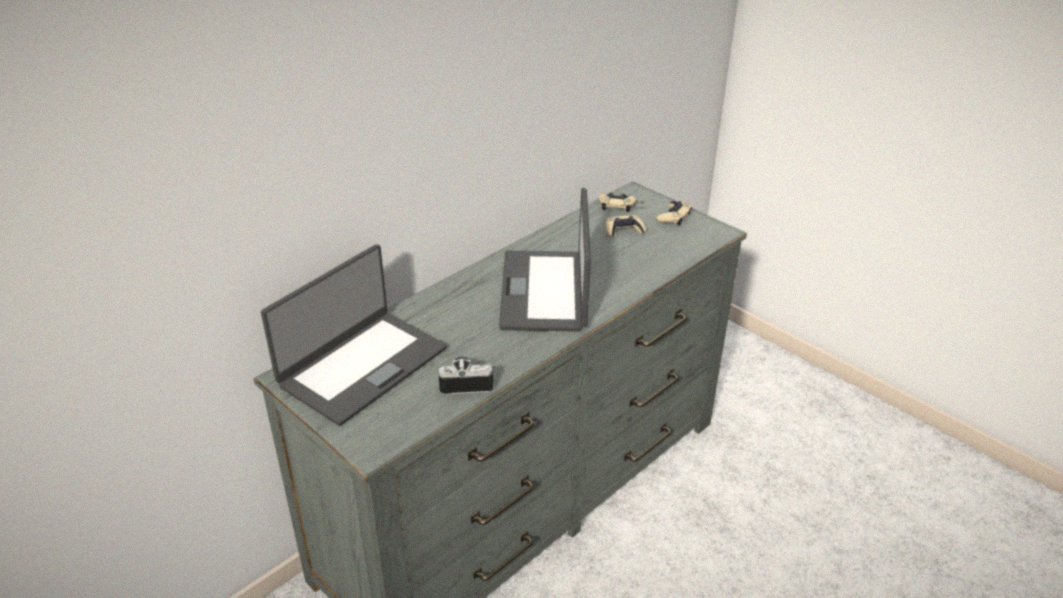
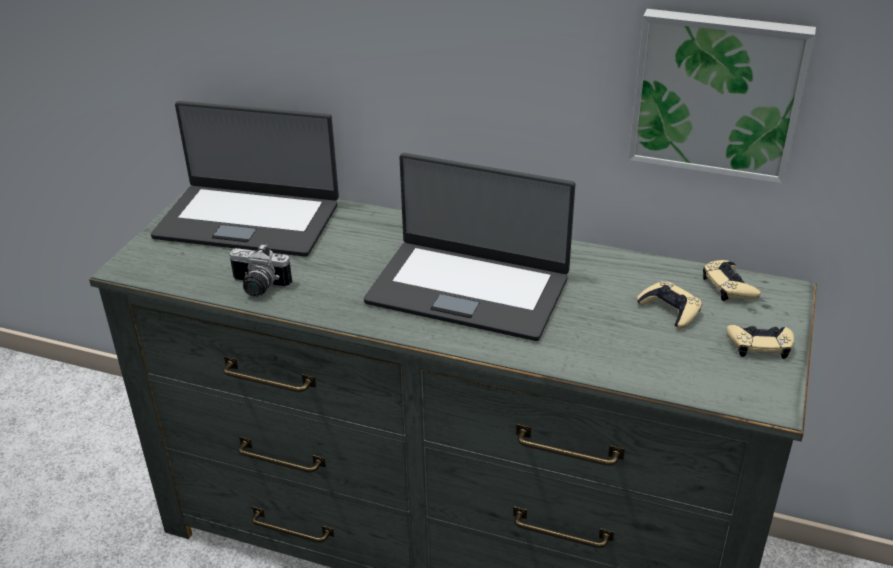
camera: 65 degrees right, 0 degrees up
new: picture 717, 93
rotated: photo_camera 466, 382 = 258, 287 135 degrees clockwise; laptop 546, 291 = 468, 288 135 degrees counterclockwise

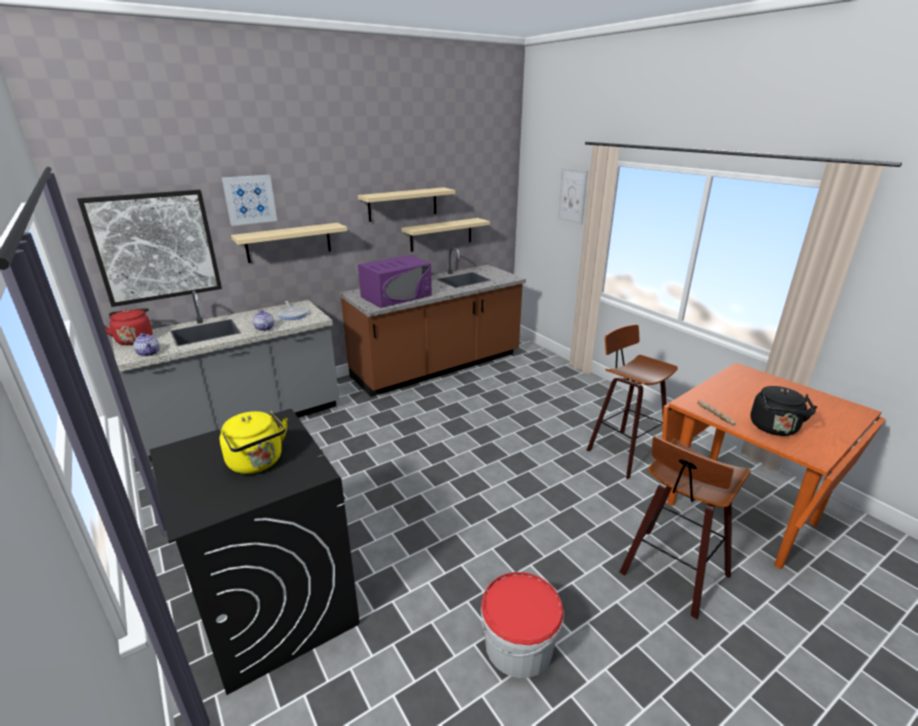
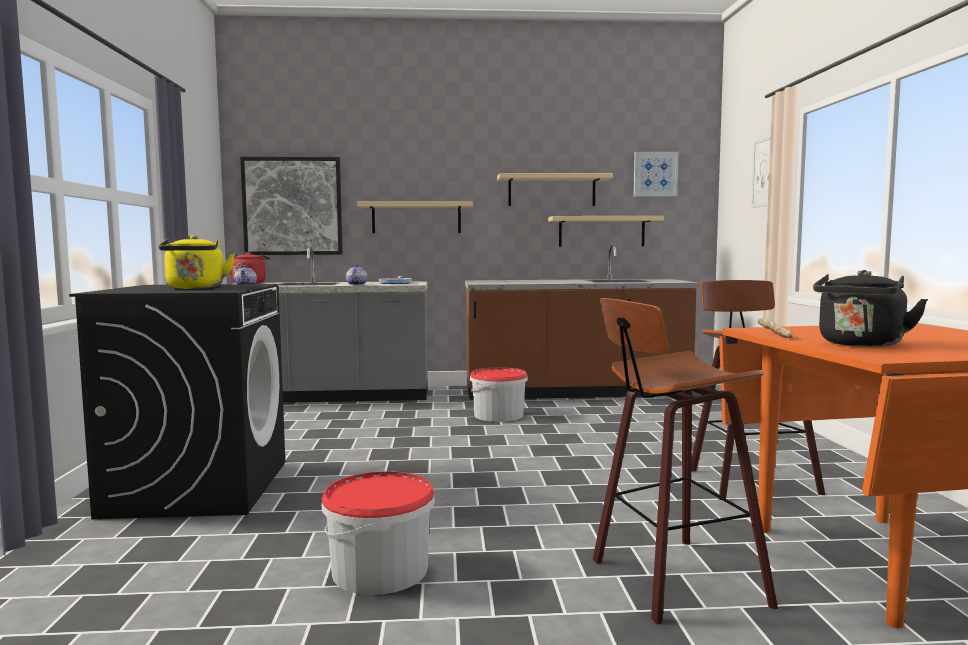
camera: 30 degrees right, 20 degrees down
gone: purple_microwave 396, 296
new: bucket 499, 415
shifted: picture 250, 199 to 655, 174

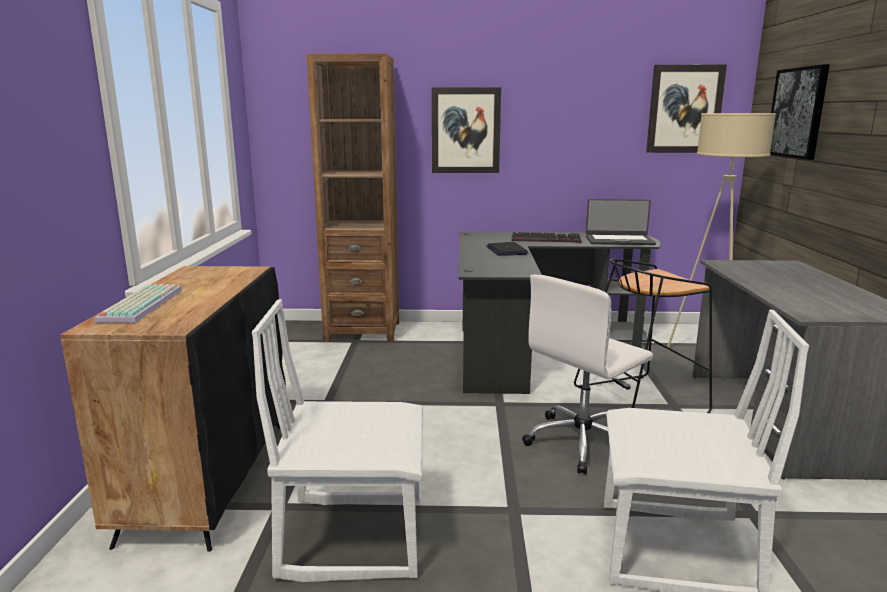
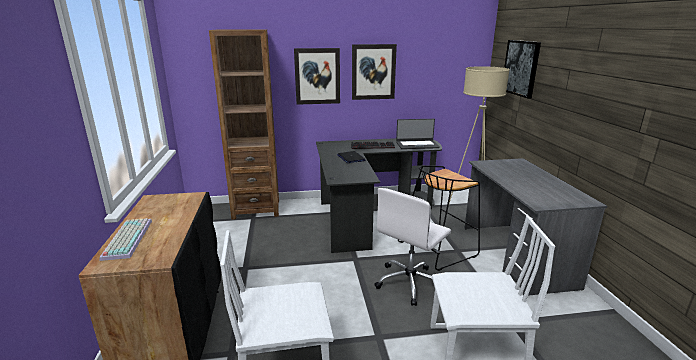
camera: 10 degrees left, 5 degrees up
shifted: picture 684, 109 to 373, 72

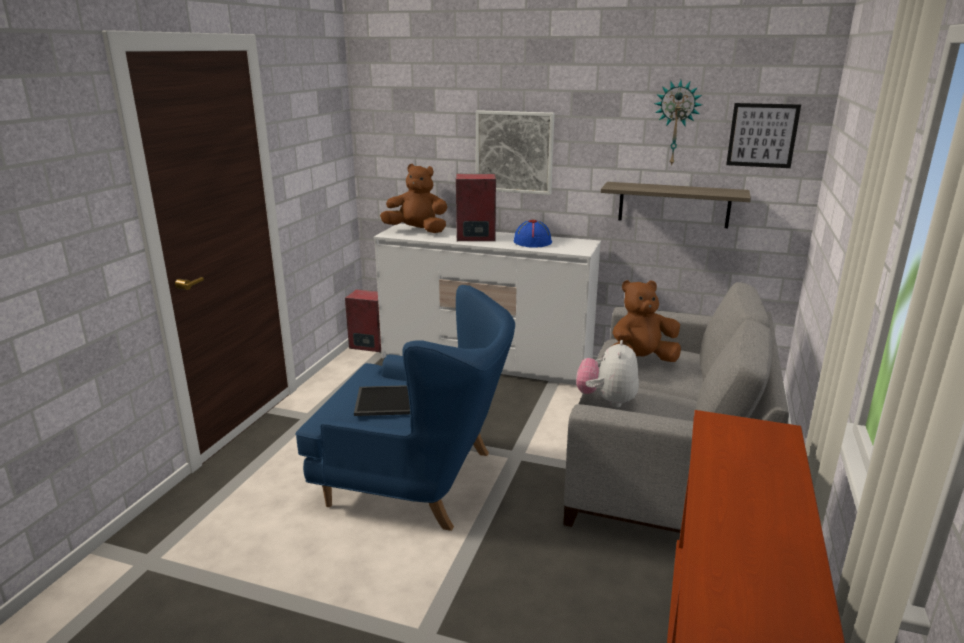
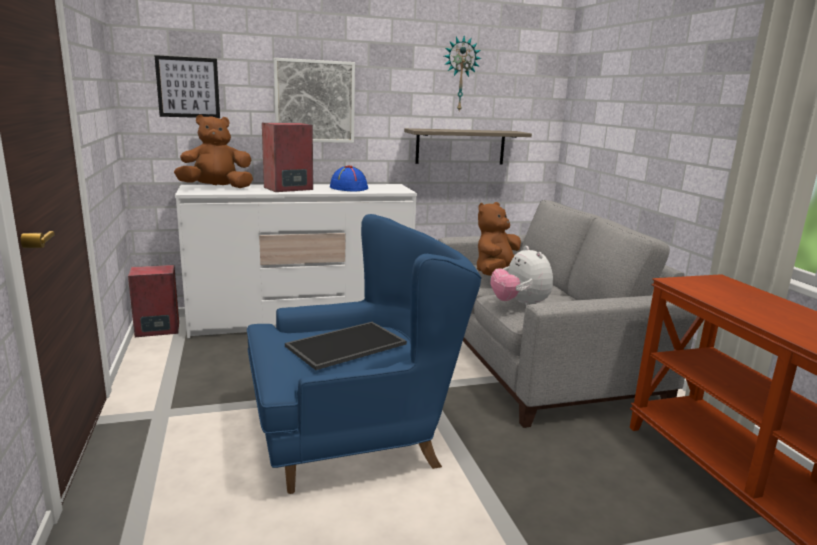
camera: 35 degrees left, 5 degrees down
shifted: picture 762, 135 to 188, 87

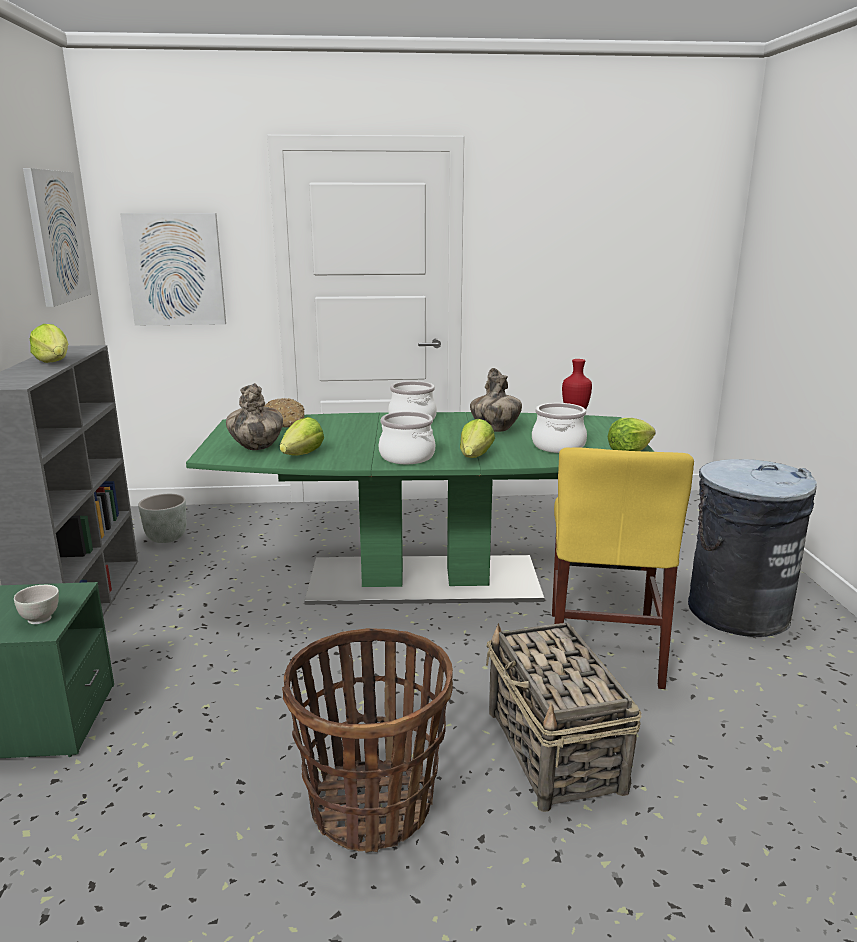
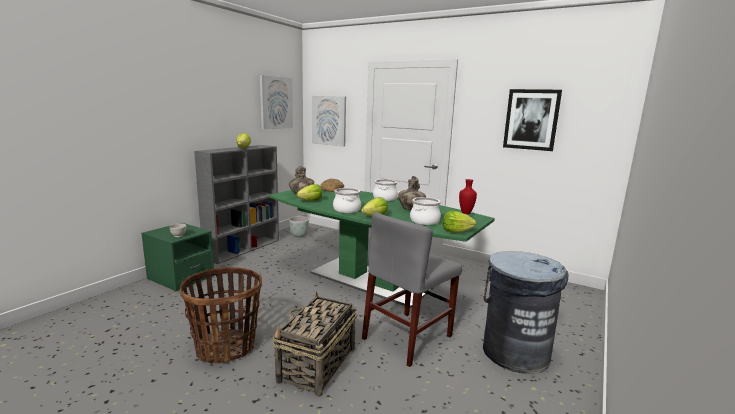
camera: 35 degrees right, 5 degrees down
new: picture 531, 119
repainted: yellow_chair 603, 648 to grey_chair 407, 337

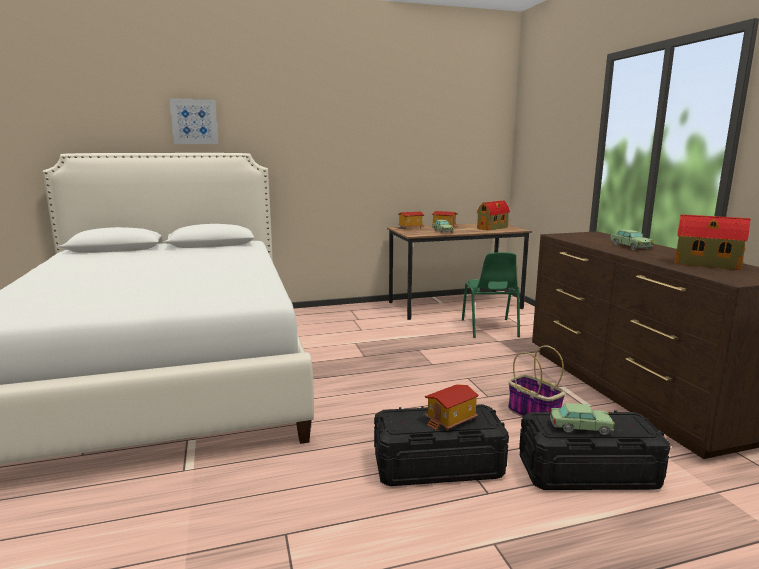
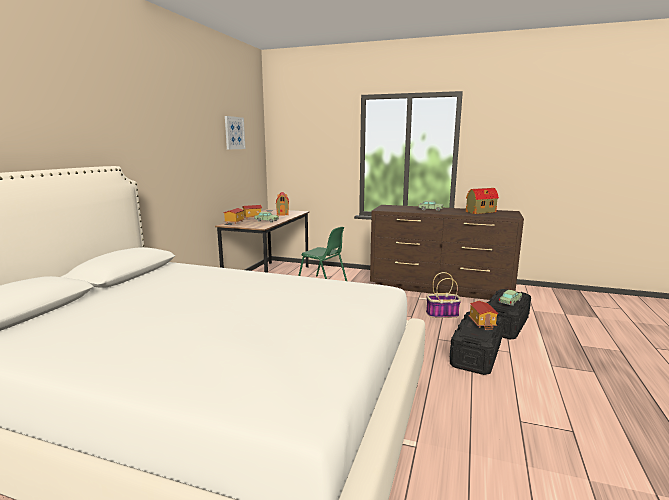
camera: 55 degrees left, 0 degrees up
shifted: picture 194, 121 to 234, 133

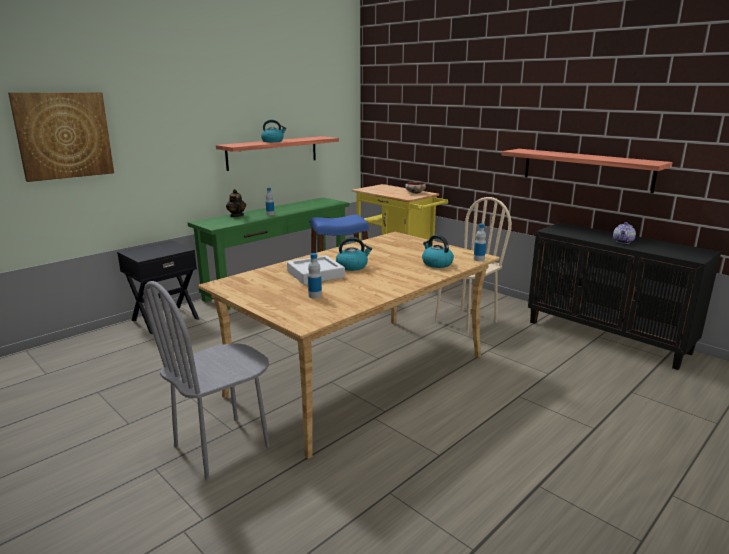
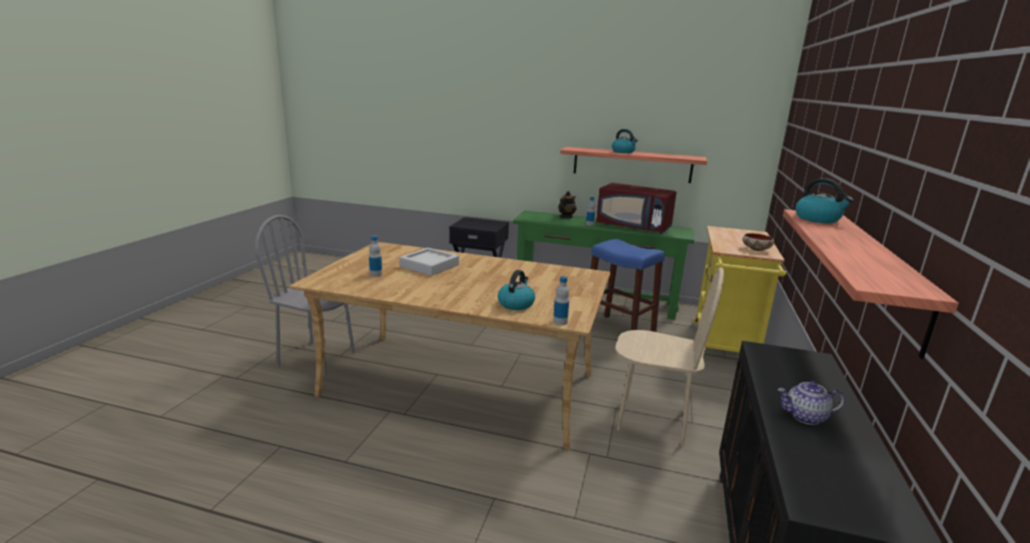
camera: 60 degrees right, 0 degrees up
gone: picture 64, 135
new: red_microwave 634, 227
shifted: kettle 352, 266 to 818, 219

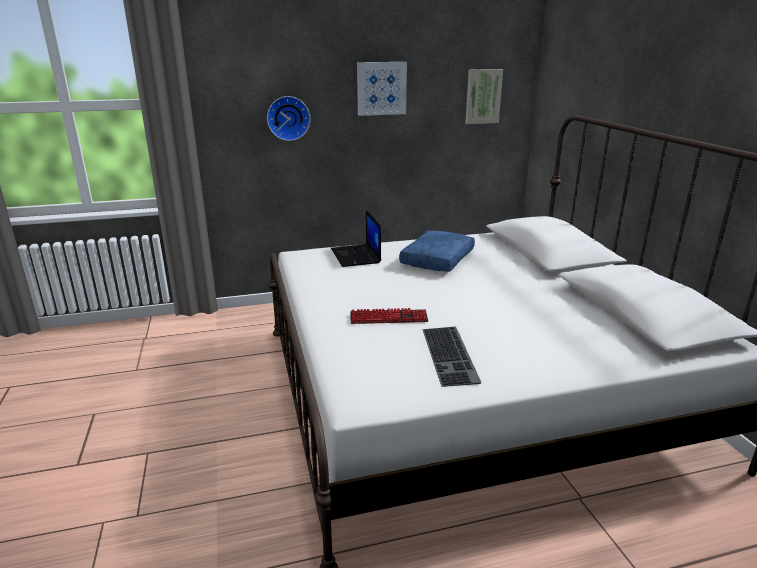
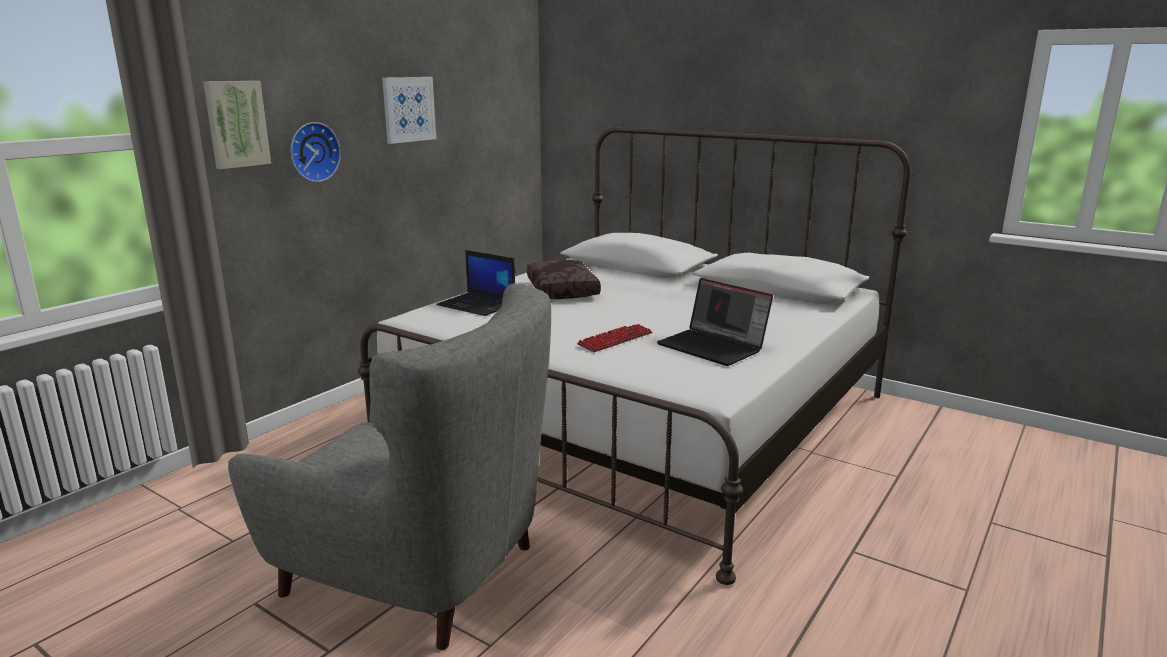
camera: 40 degrees left, 5 degrees down
new: grey_armchair 418, 572
shifted: picture 482, 96 to 236, 124
swapped: keyboard 451, 355 to laptop 714, 347
repainted: blue_pillow 438, 260 to brown_pillow 563, 290

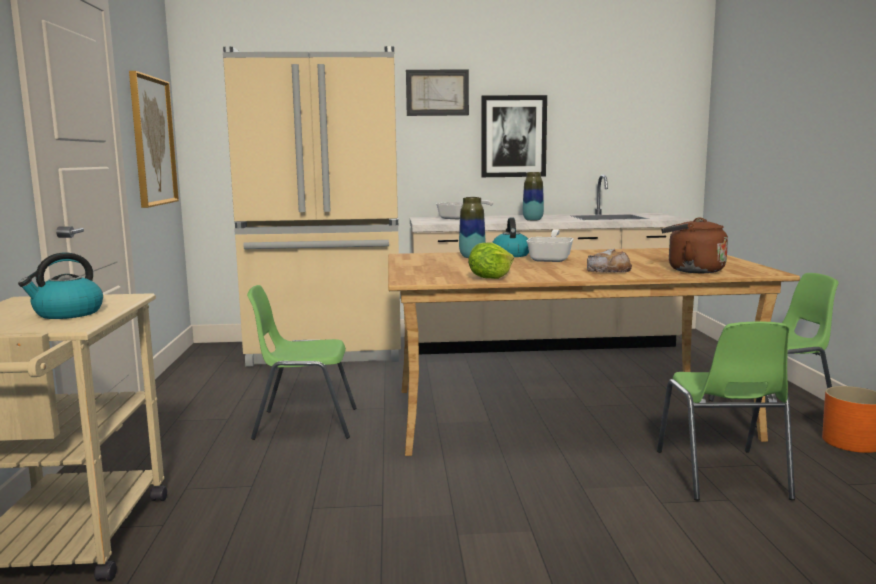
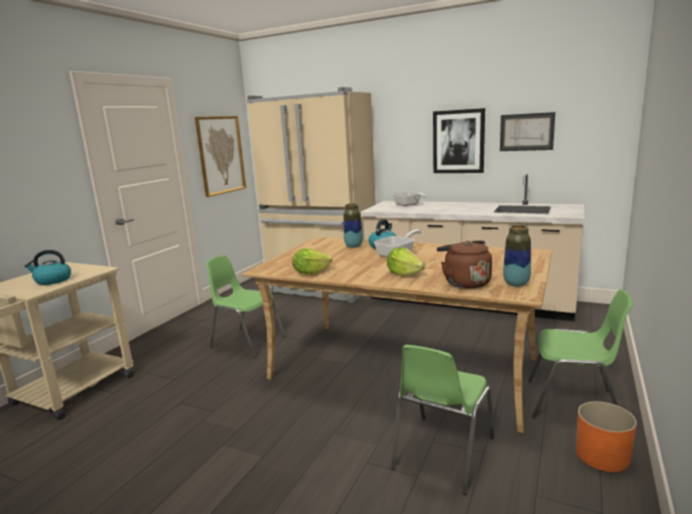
camera: 30 degrees right, 5 degrees up
shifted: picture 437, 92 to 526, 132; vase 533, 220 to 516, 284
swapped: bread 608, 270 to lettuce 404, 274

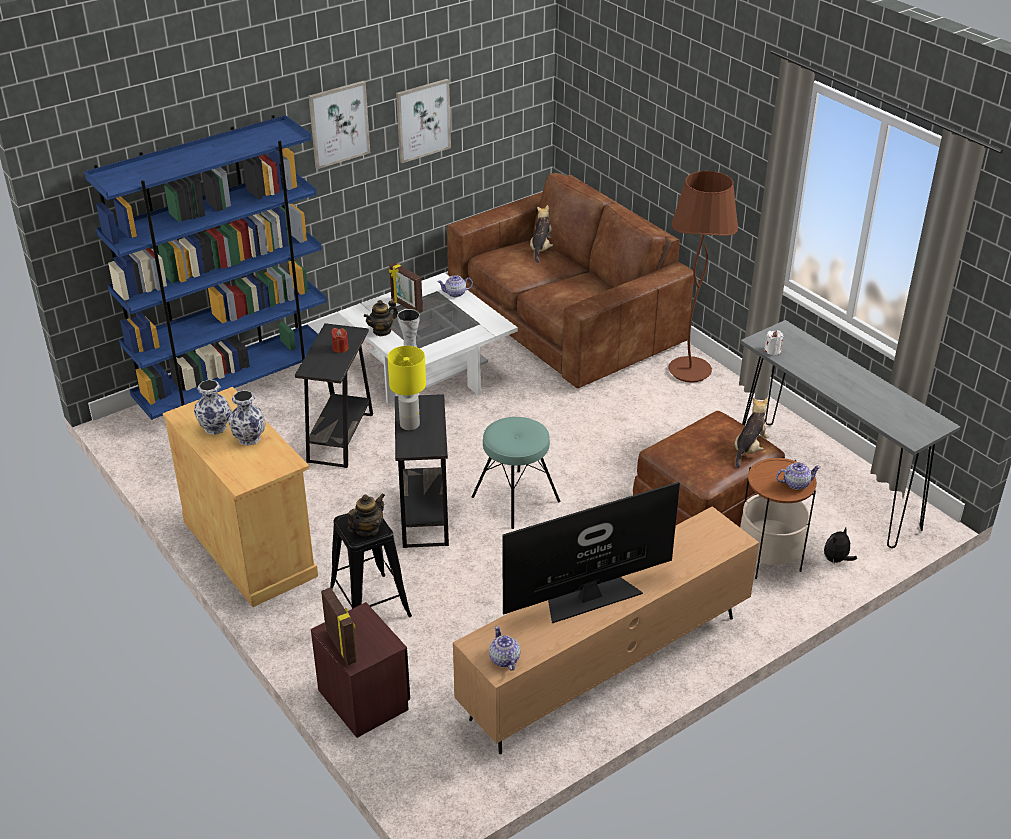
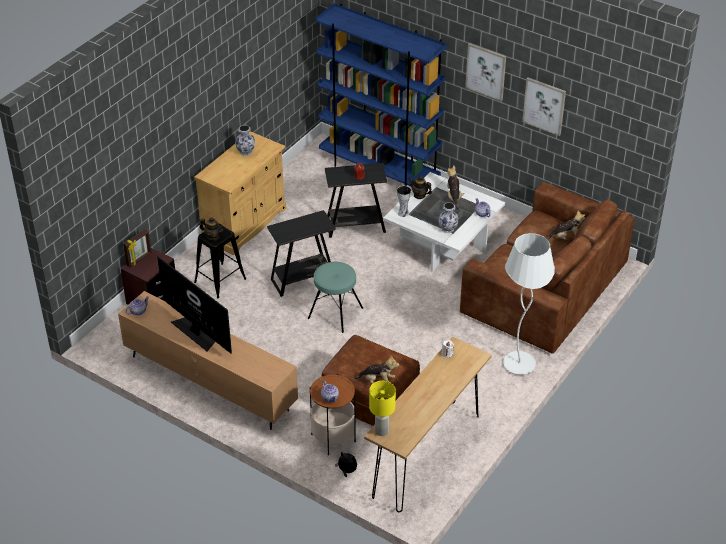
camera: 70 degrees right, 5 degrees up
shifted: vase 249, 439 to 447, 229; yellow_table_lamp 409, 424 to 382, 431
swapped: picture_frame 406, 306 to plush_toy 453, 197
repainted: brown_floor_lamp 689, 371 to white_floor_lamp 519, 364; grey_console_table 826, 482 to brown_console_table 426, 456

